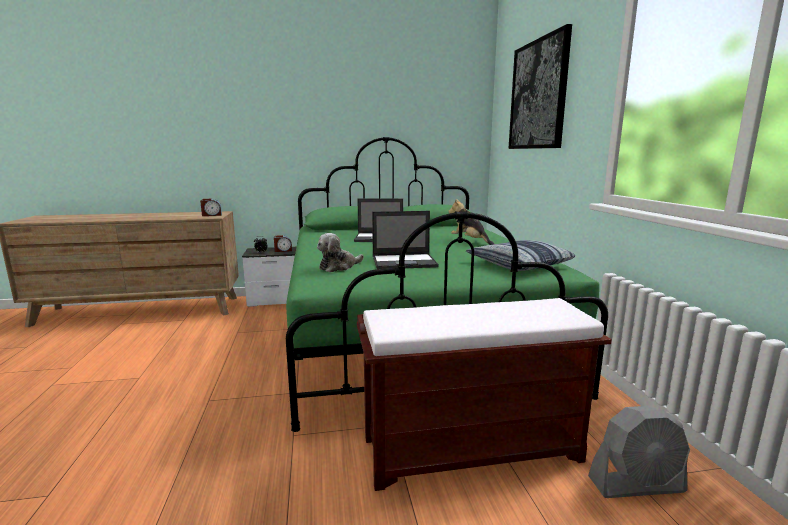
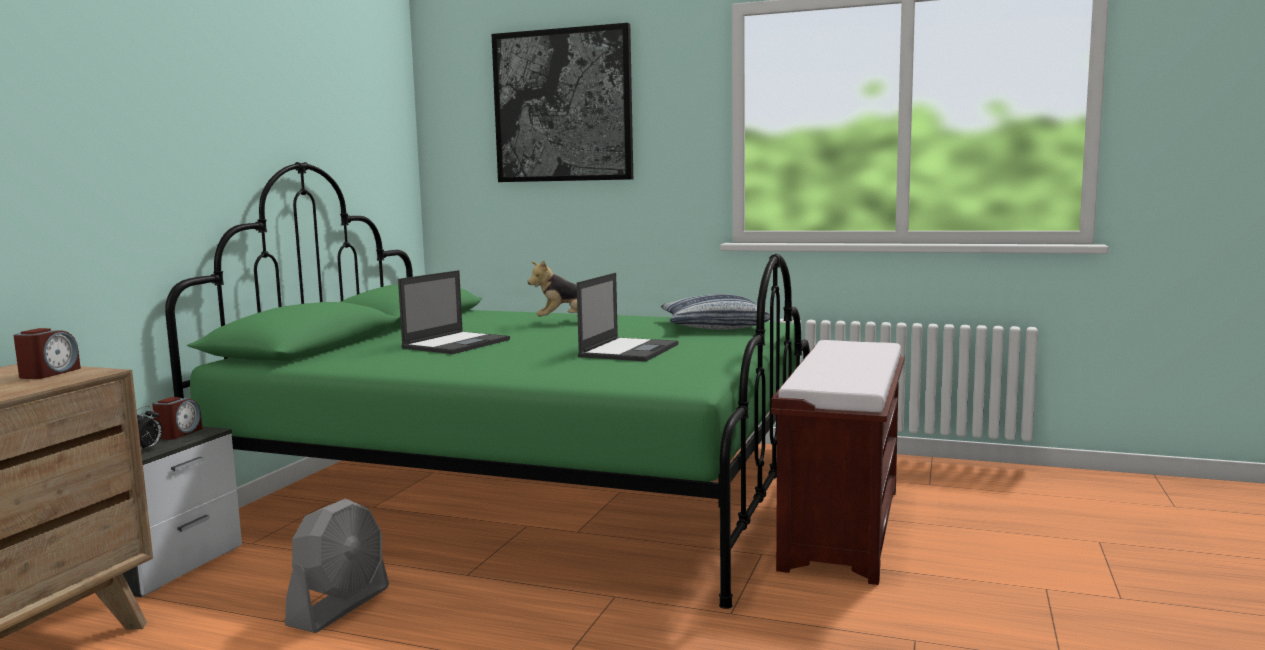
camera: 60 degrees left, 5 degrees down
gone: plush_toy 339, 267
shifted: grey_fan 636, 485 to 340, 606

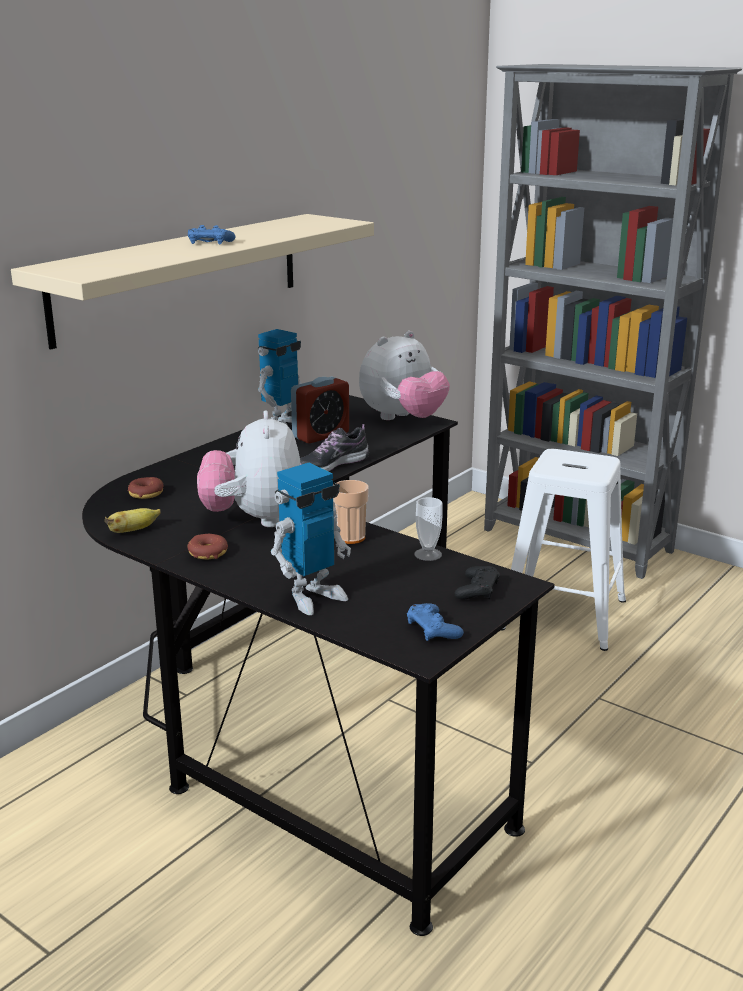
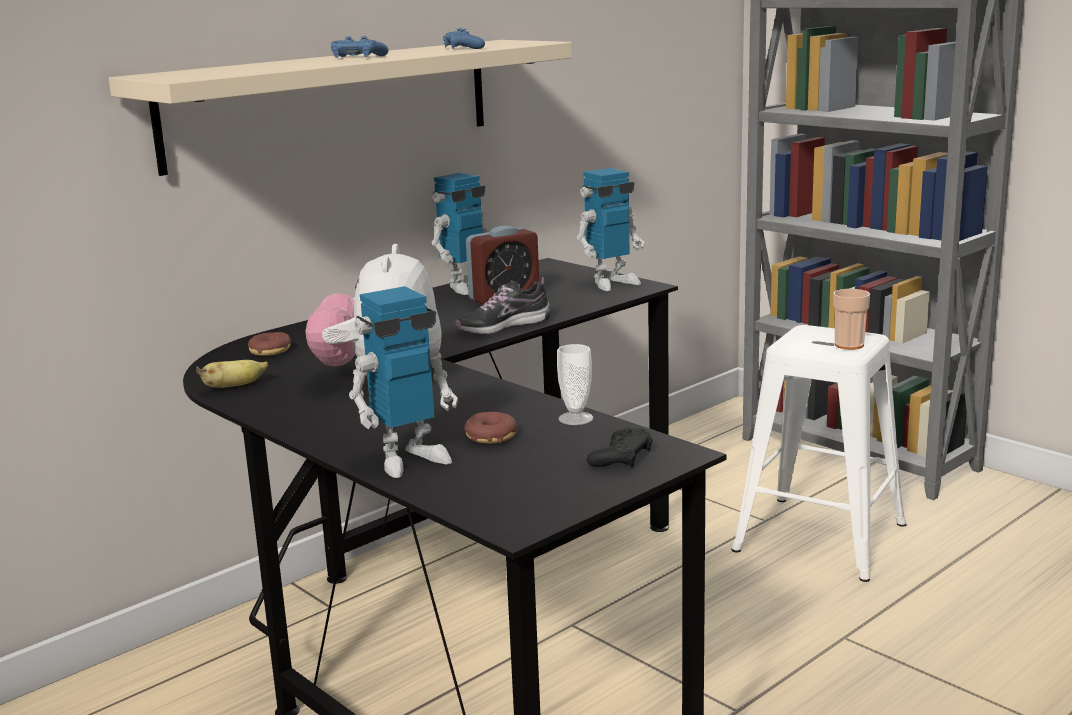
camera: 10 degrees right, 5 degrees down
shifted: donut 208, 553 to 491, 436; cup 350, 537 to 849, 345; blue_game_controller 433, 629 to 463, 48
swapped: plush_toy 403, 419 to toy_robot 611, 283

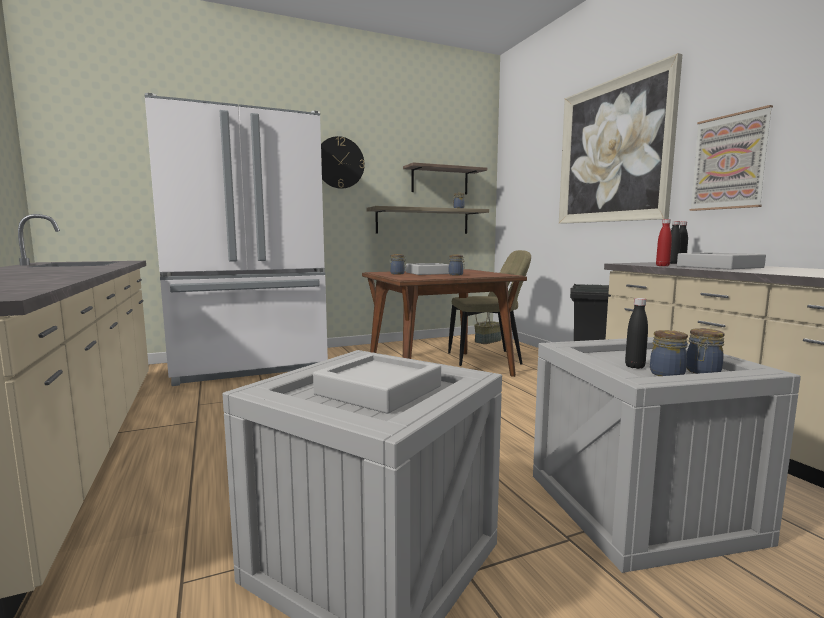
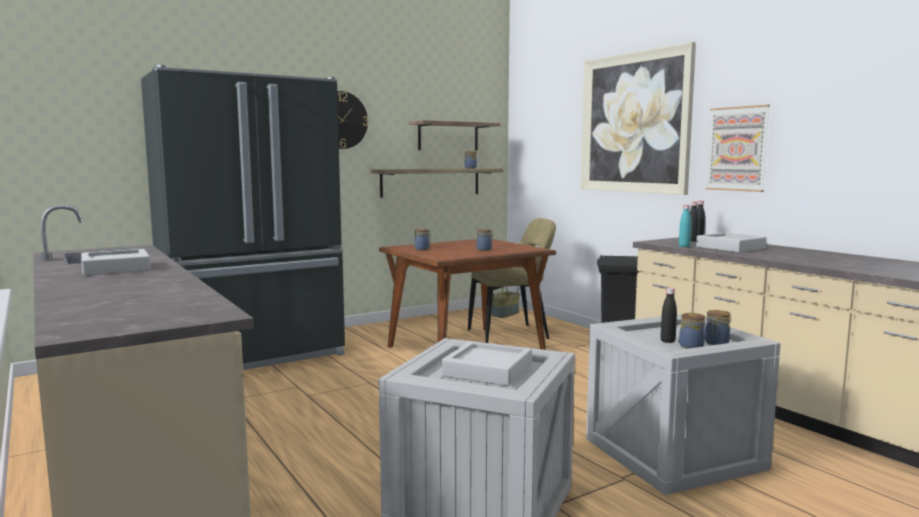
camera: 10 degrees left, 0 degrees up
shifted: grey_tray 428, 273 to 116, 268
repainted: white_fridge 251, 366 to black_fridge 255, 356; red_bottle 662, 266 to turquoise_bottle 684, 246

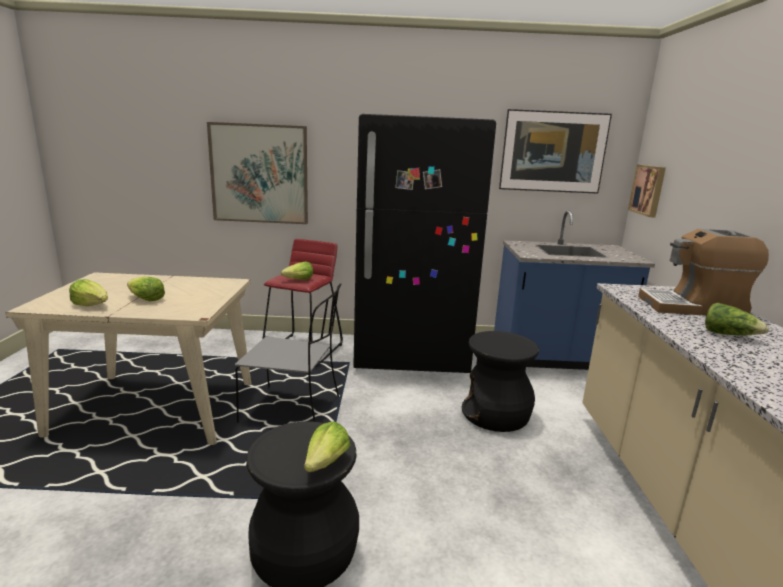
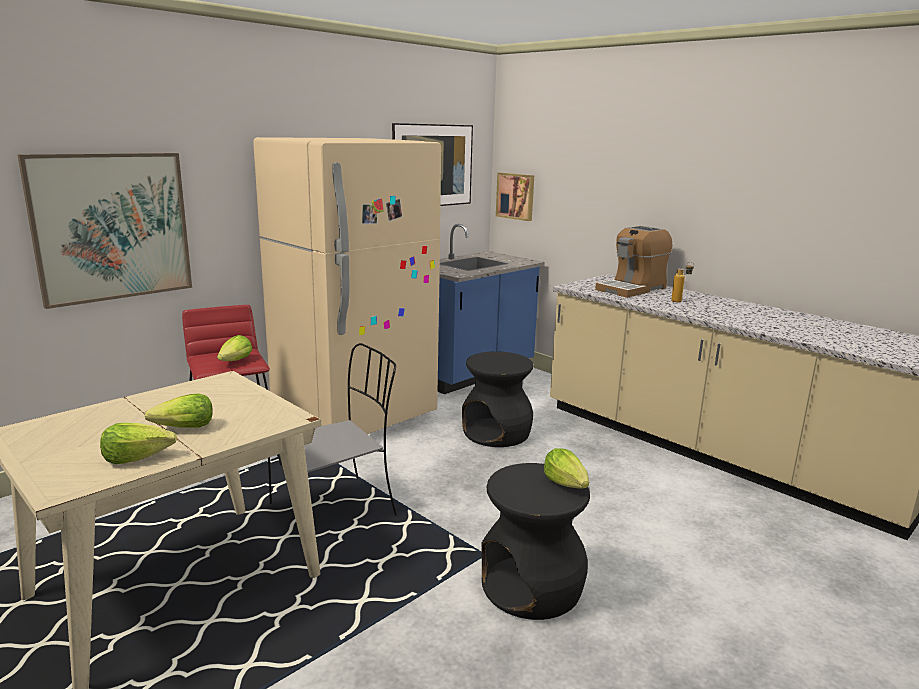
camera: 45 degrees left, 0 degrees up
swapped: lettuce 729, 335 to bottle 680, 301
repainted: black_fridge 411, 356 to beige_fridge 355, 416

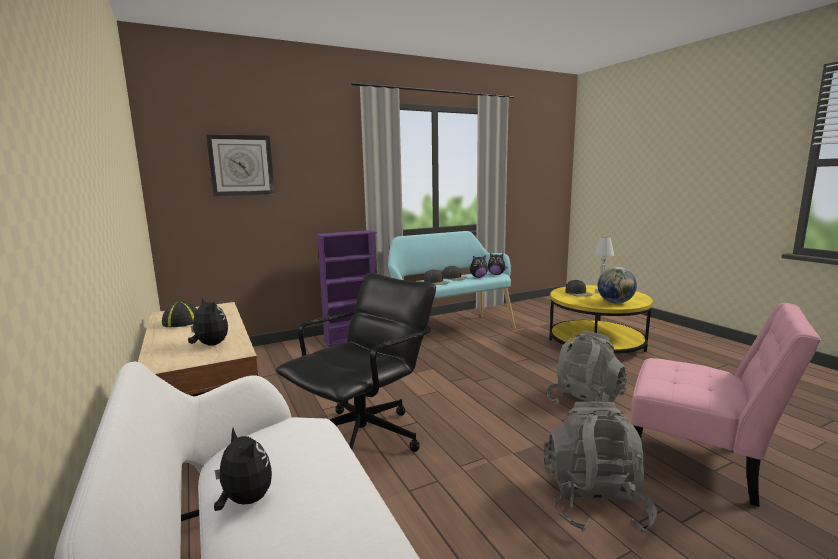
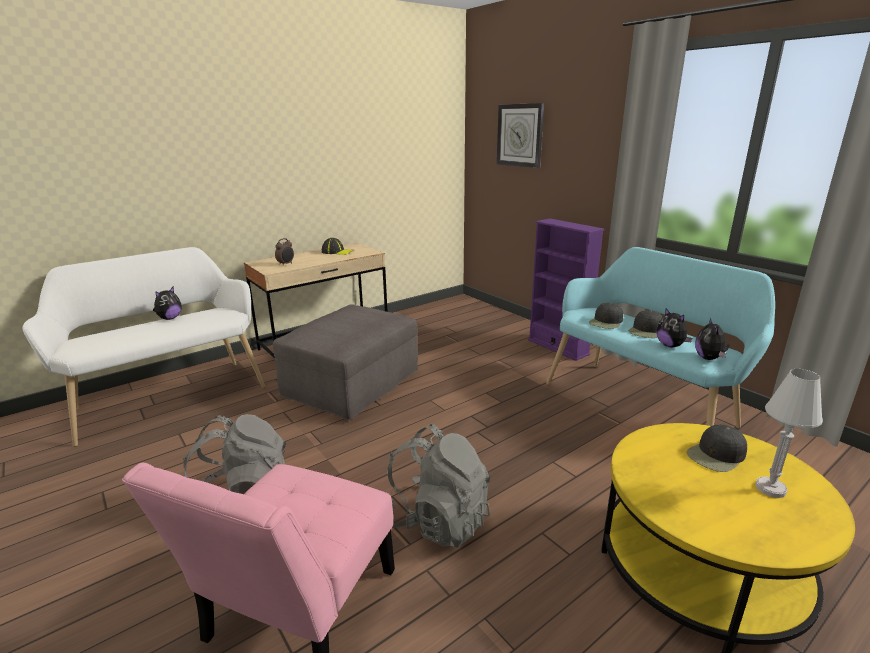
camera: 80 degrees right, 10 degrees up
gone: globe 615, 302
swapped: plush_toy 210, 345 to alarm_clock 286, 264; black_office_chair 364, 438 to grey_ottoman 352, 385

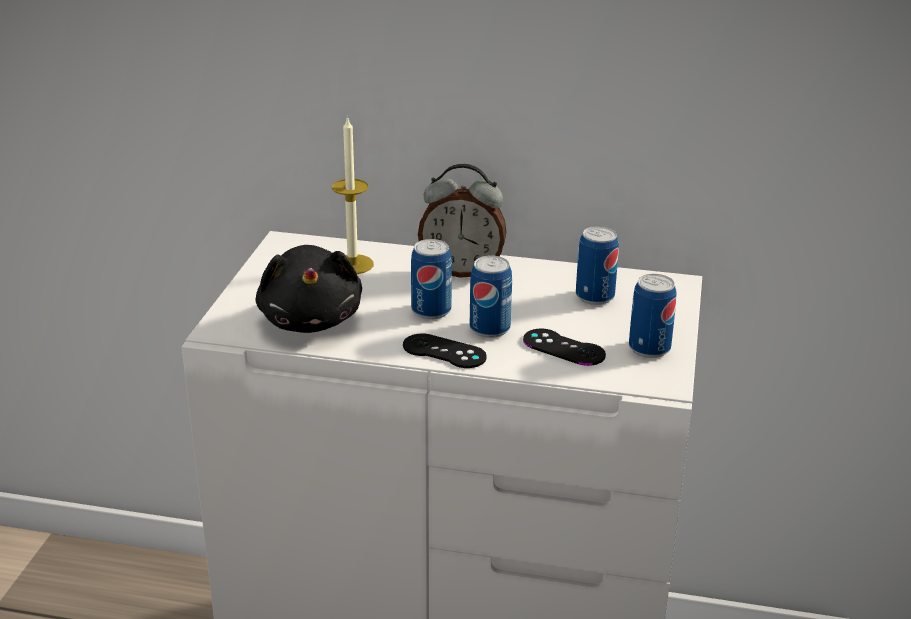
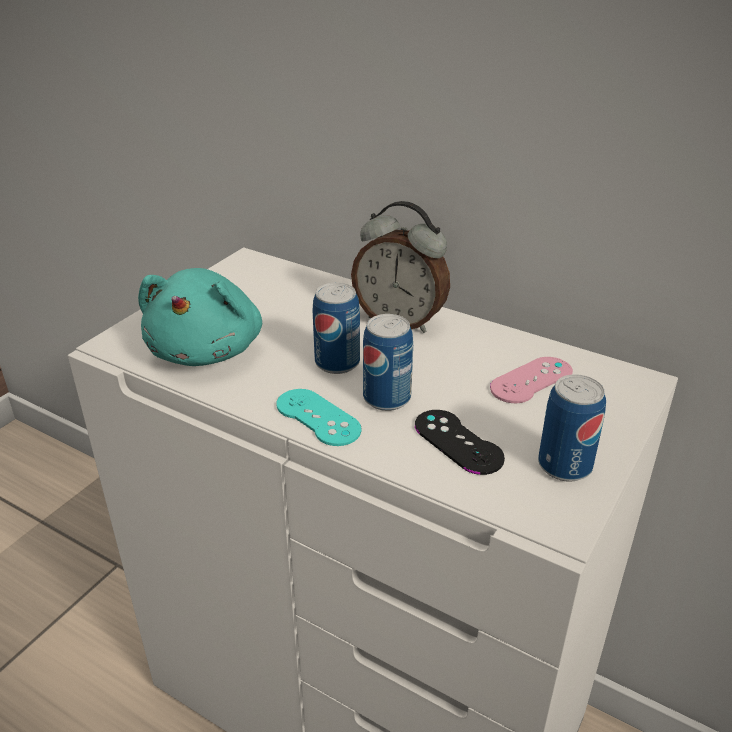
camera: 20 degrees right, 5 degrees up
gone: candle 352, 264
swapped: can 595, 296 to pink_game_controller 531, 380
repainted: black_plush_toy 311, 320 to turquoise_plush_toy 208, 350; black_game_controller 444, 351 to turquoise_game_controller 318, 417

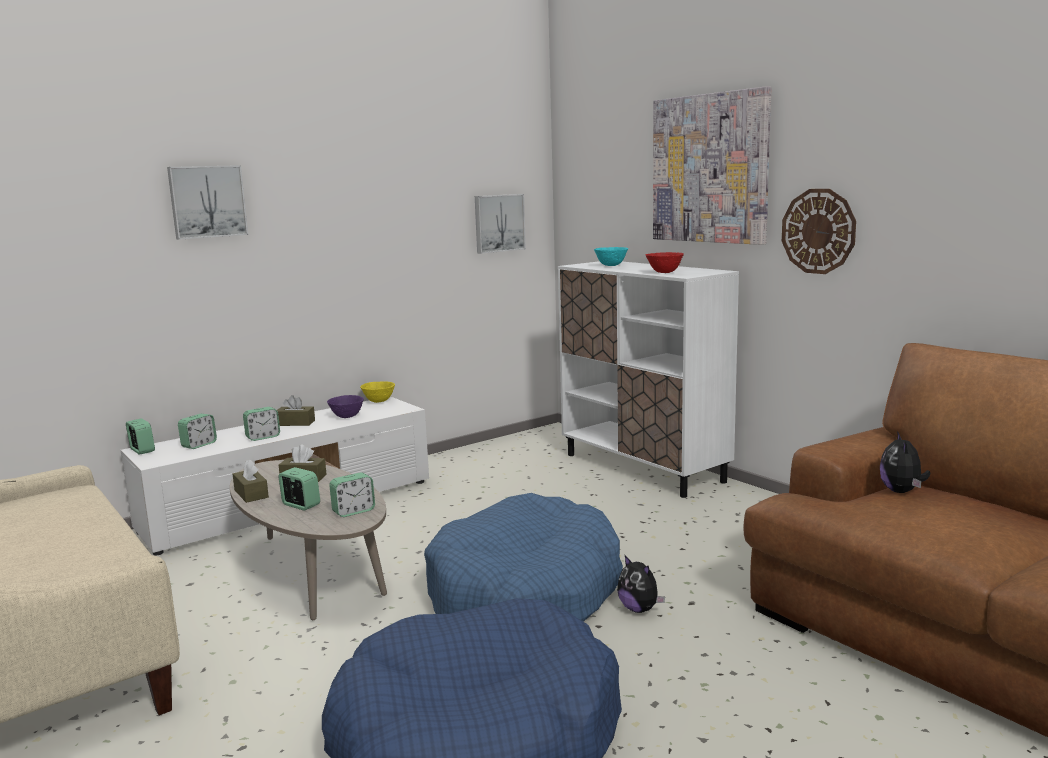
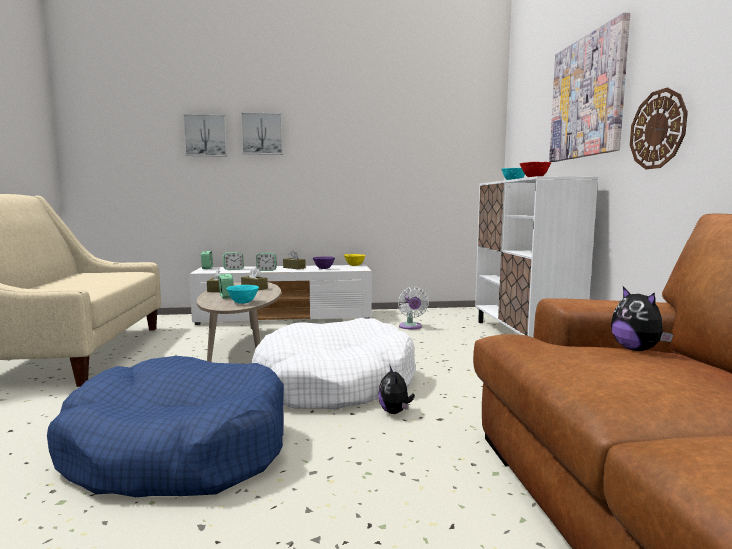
camera: 30 degrees right, 5 degrees down
new: white_fan 411, 327
shifted: picture 498, 223 to 206, 135
swapped: alarm_clock 353, 511 to turquoise_bowl 243, 303
repainted: blue_dog_bed 524, 594 to white_dog_bed 335, 383
rotated: plush_toy 902, 491 = 636, 349 60 degrees counterclockwise

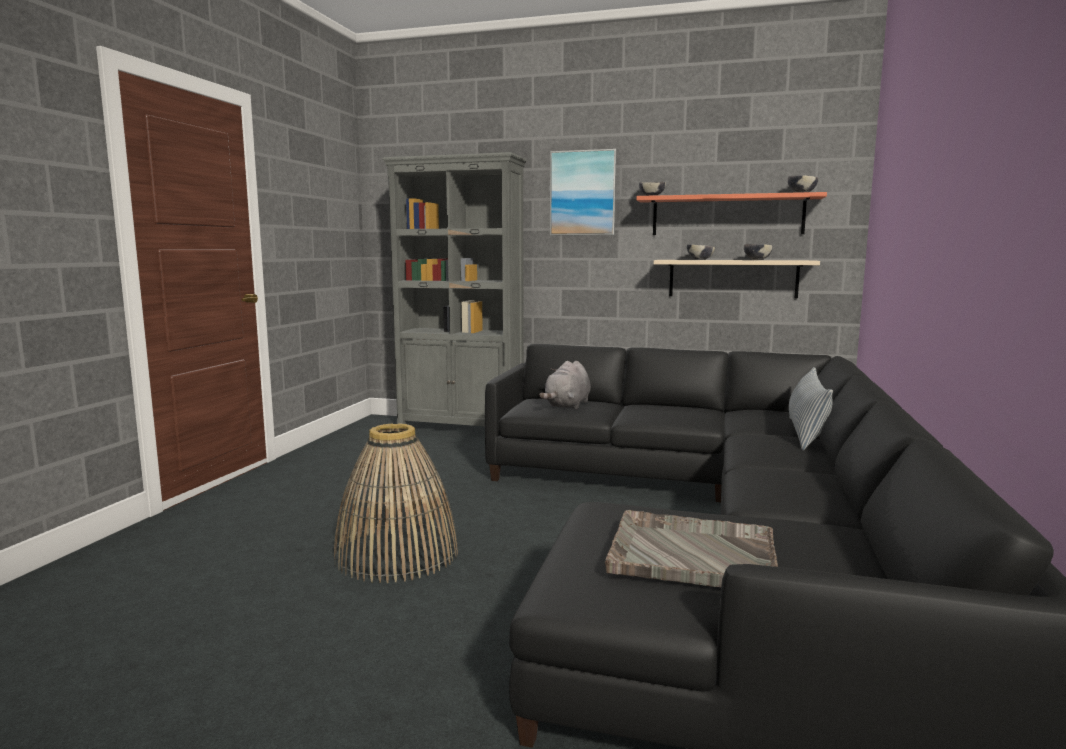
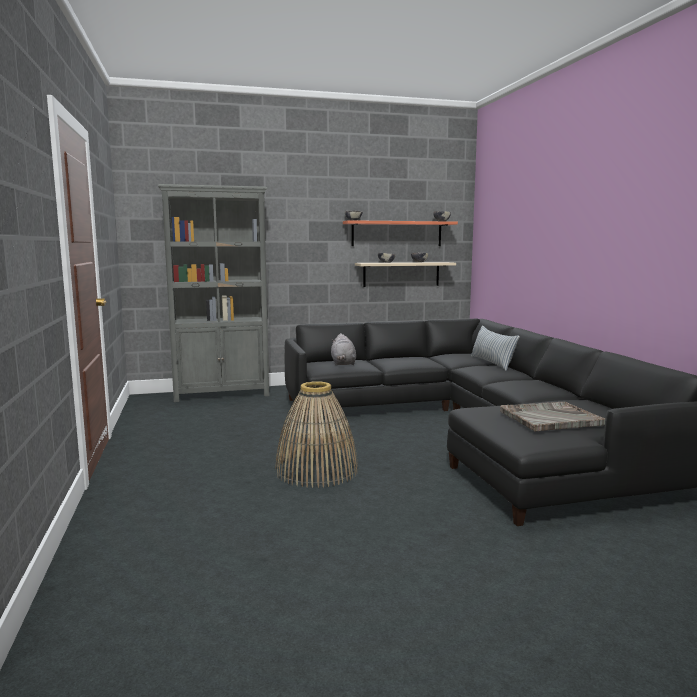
camera: 30 degrees left, 0 degrees up
gone: picture 583, 193

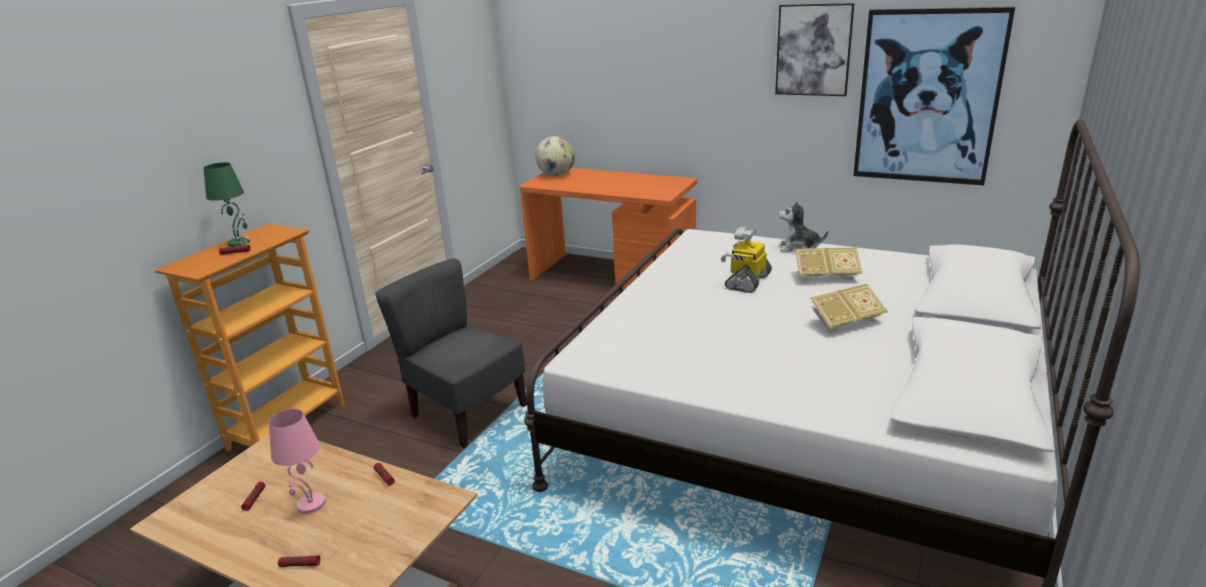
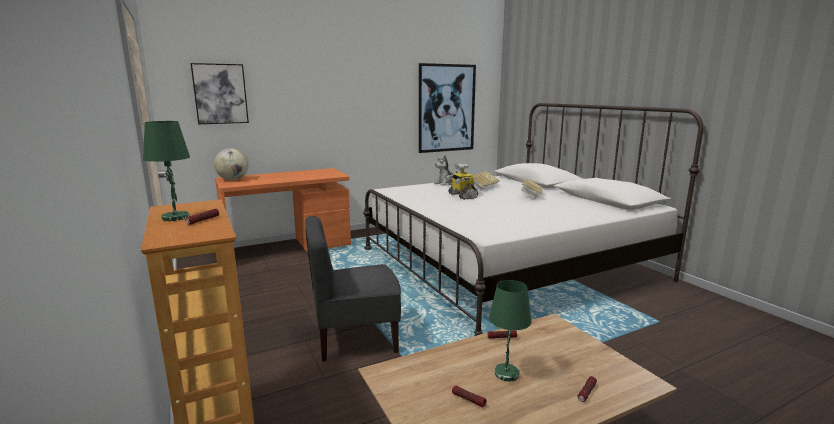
camera: 55 degrees left, 10 degrees down
shifted: picture 813, 50 to 220, 94
repainted: pink_table_lamp 310, 505 to green_table_lamp 507, 374

